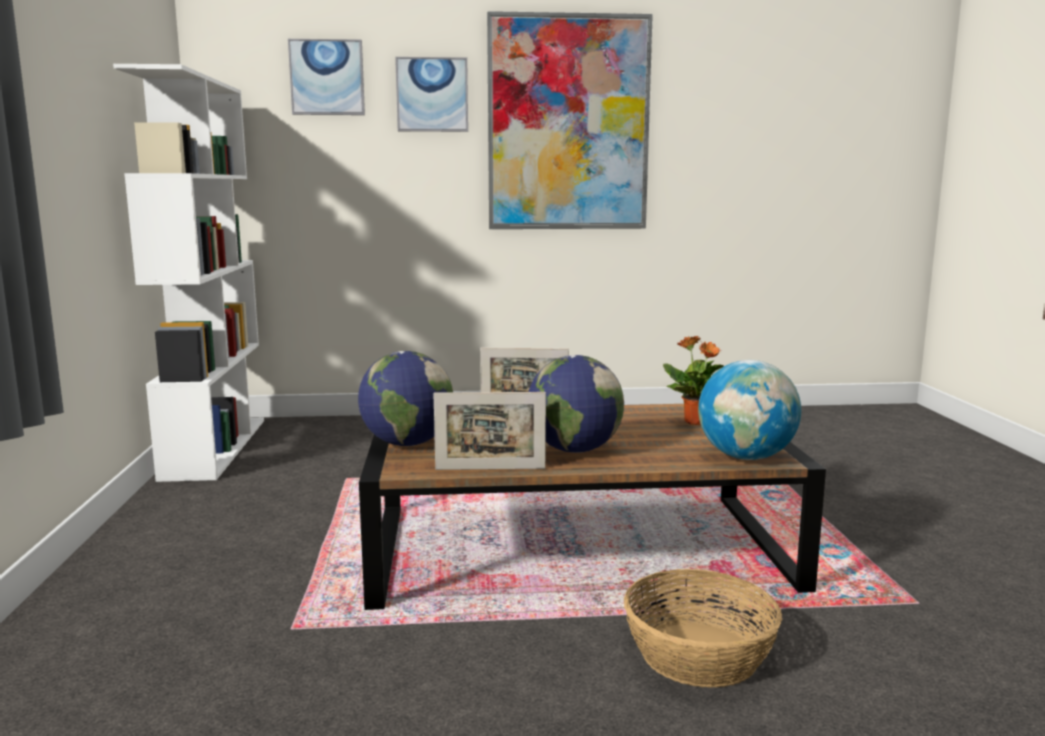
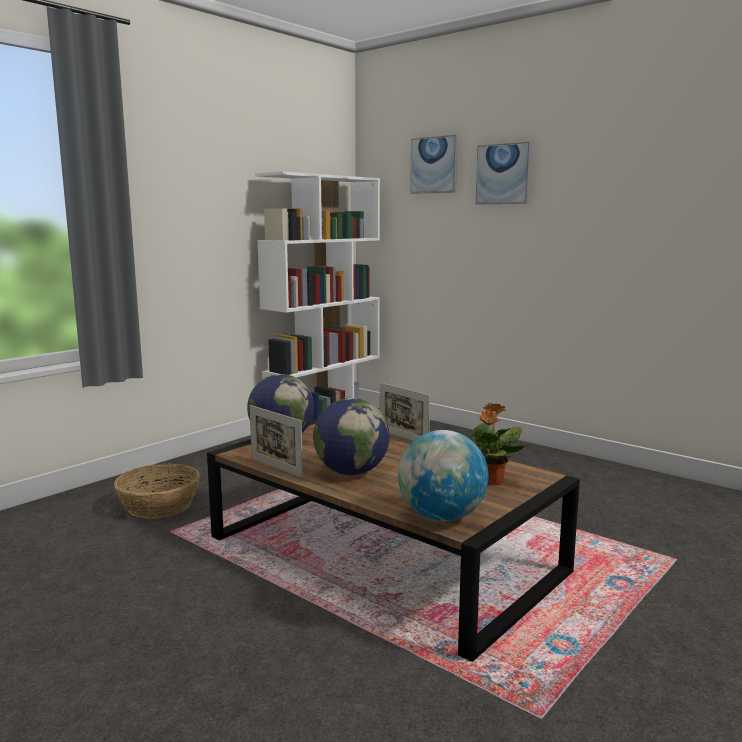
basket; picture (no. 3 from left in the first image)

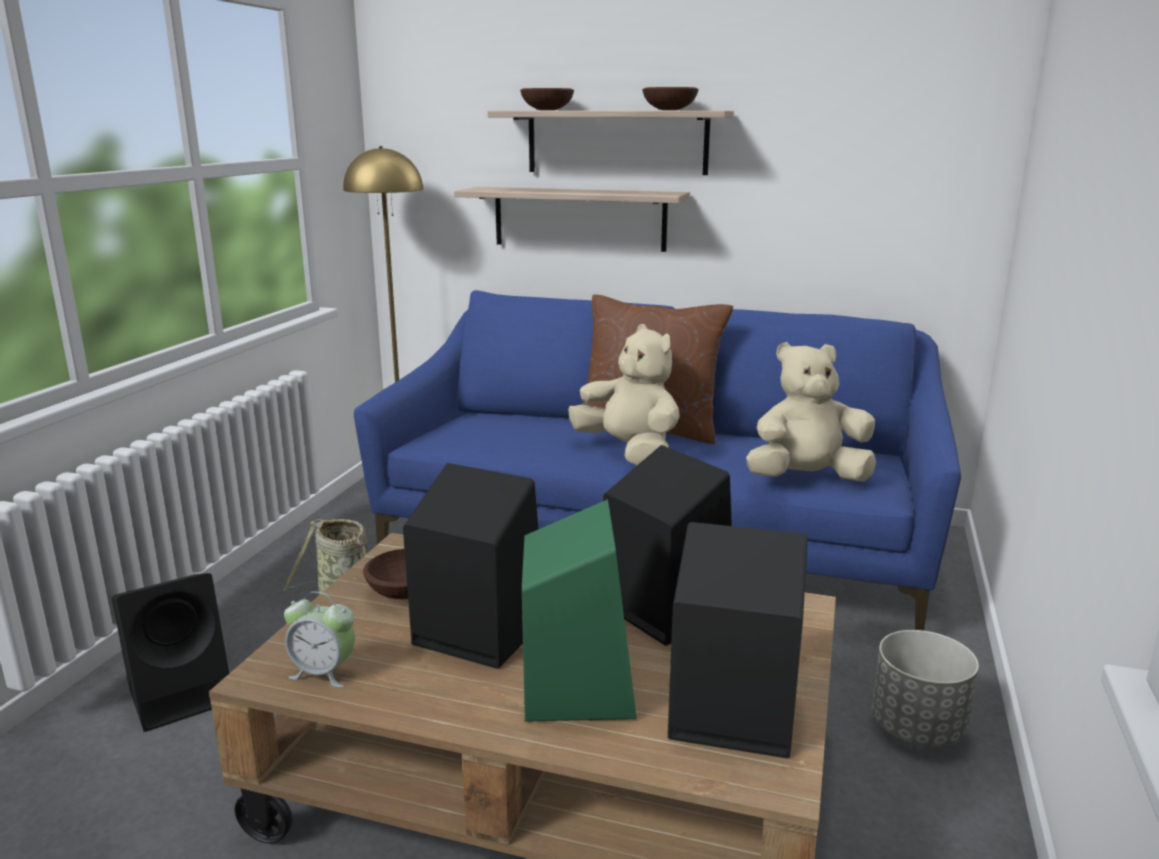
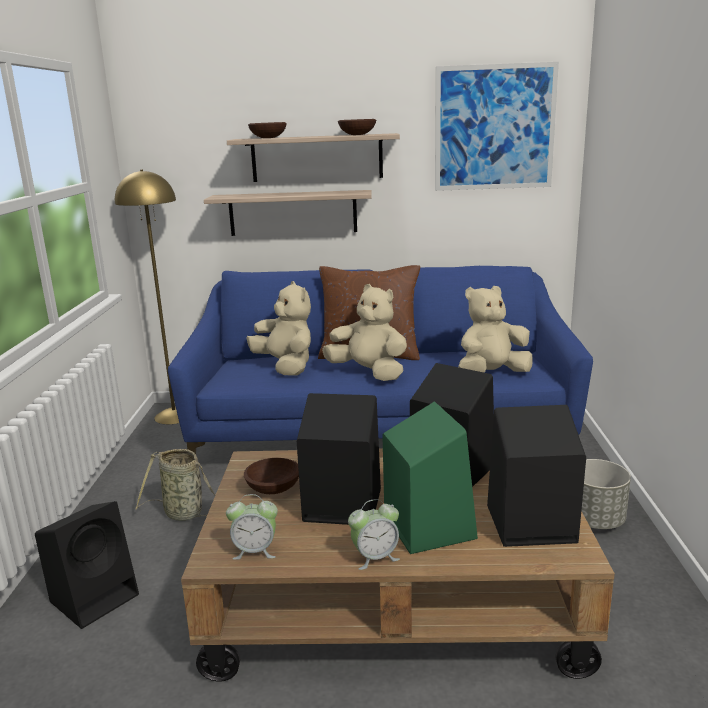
plush toy/beige (no. 1 from left); alarm clock (no. 2 from left); picture

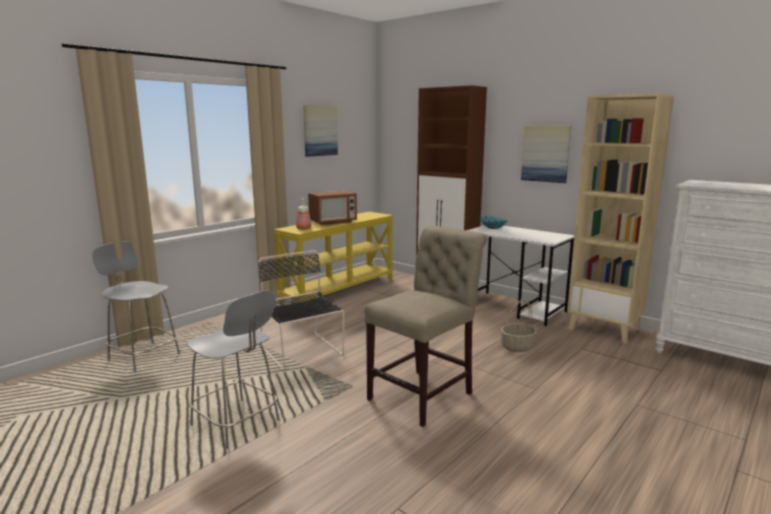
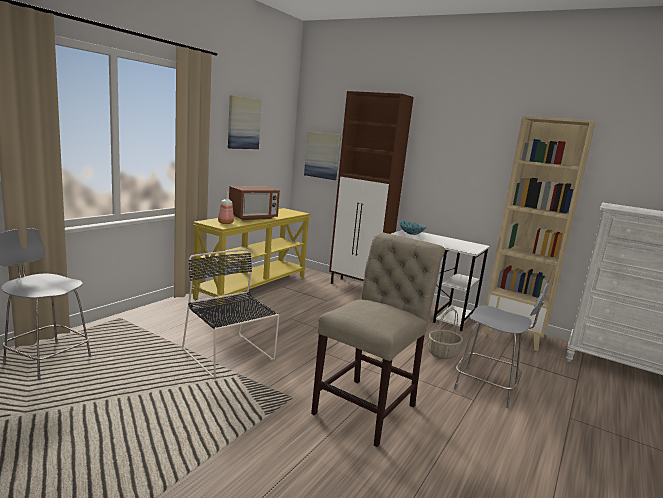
picture (no. 2 from left); stool/grey (no. 2 from left)

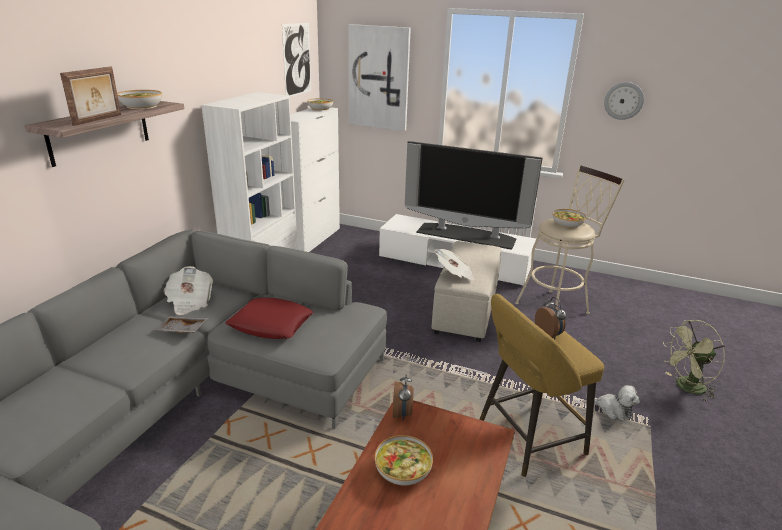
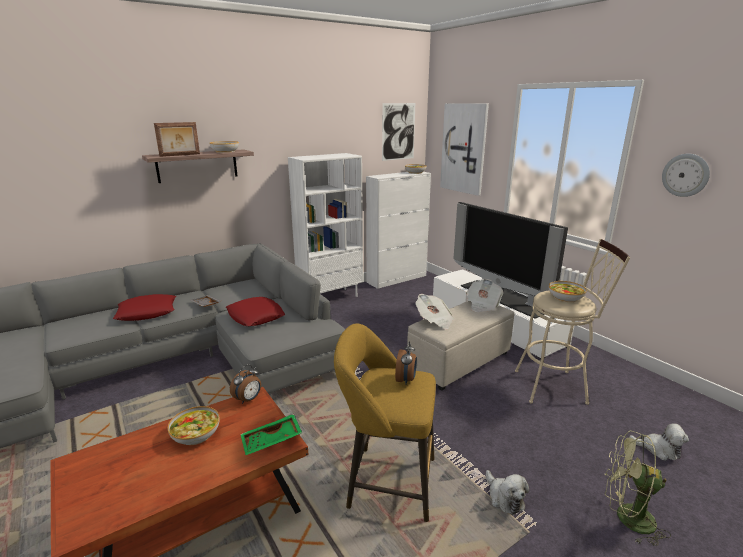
pillow/red (no. 1 from left); tray/green; newspaper (no. 2 from left); plush toy (no. 2 from left)

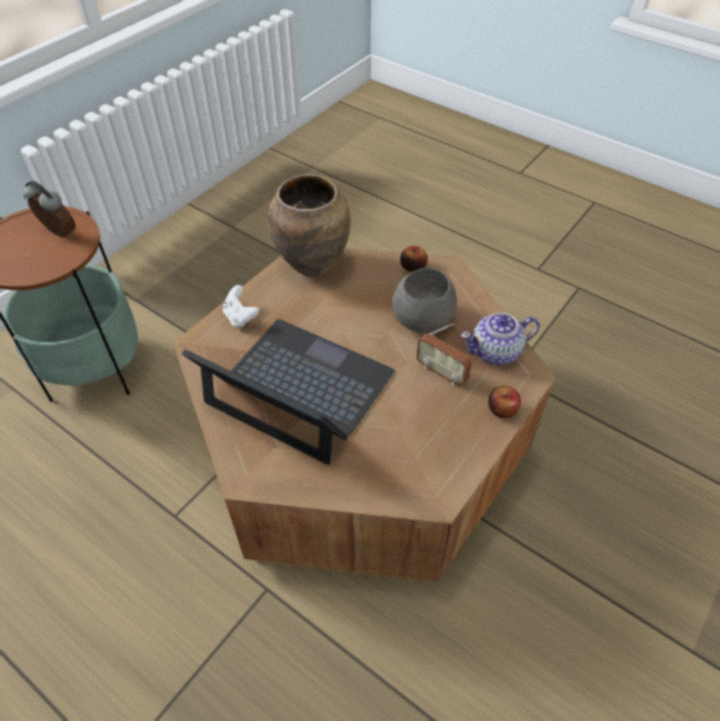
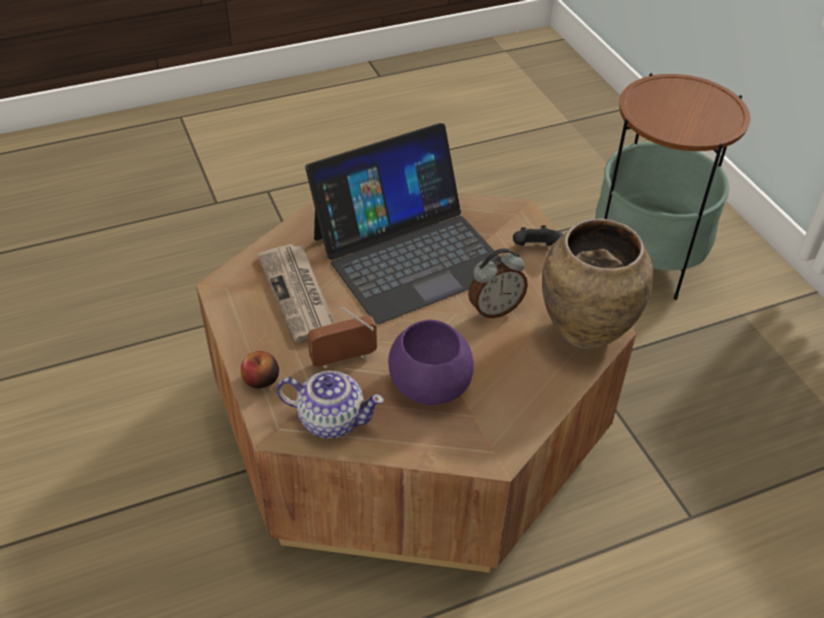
newspaper; teapot; bowl/purple; alarm clock; game controller/black; apple (no. 1 from left in the first image)

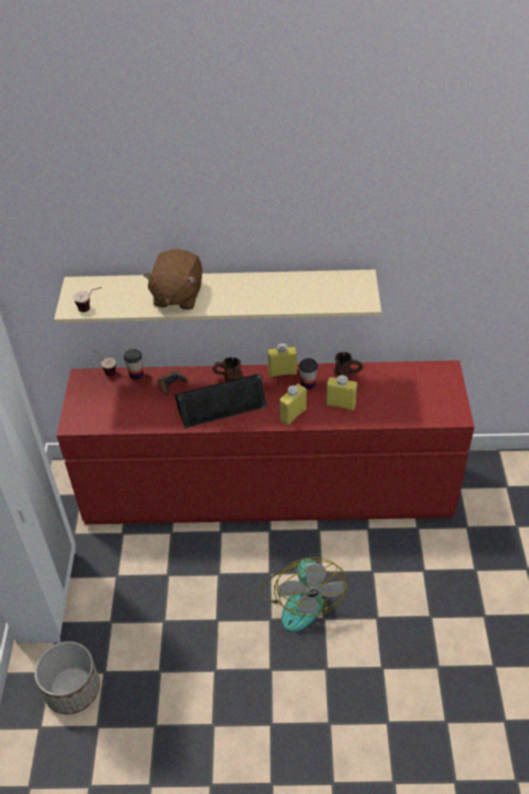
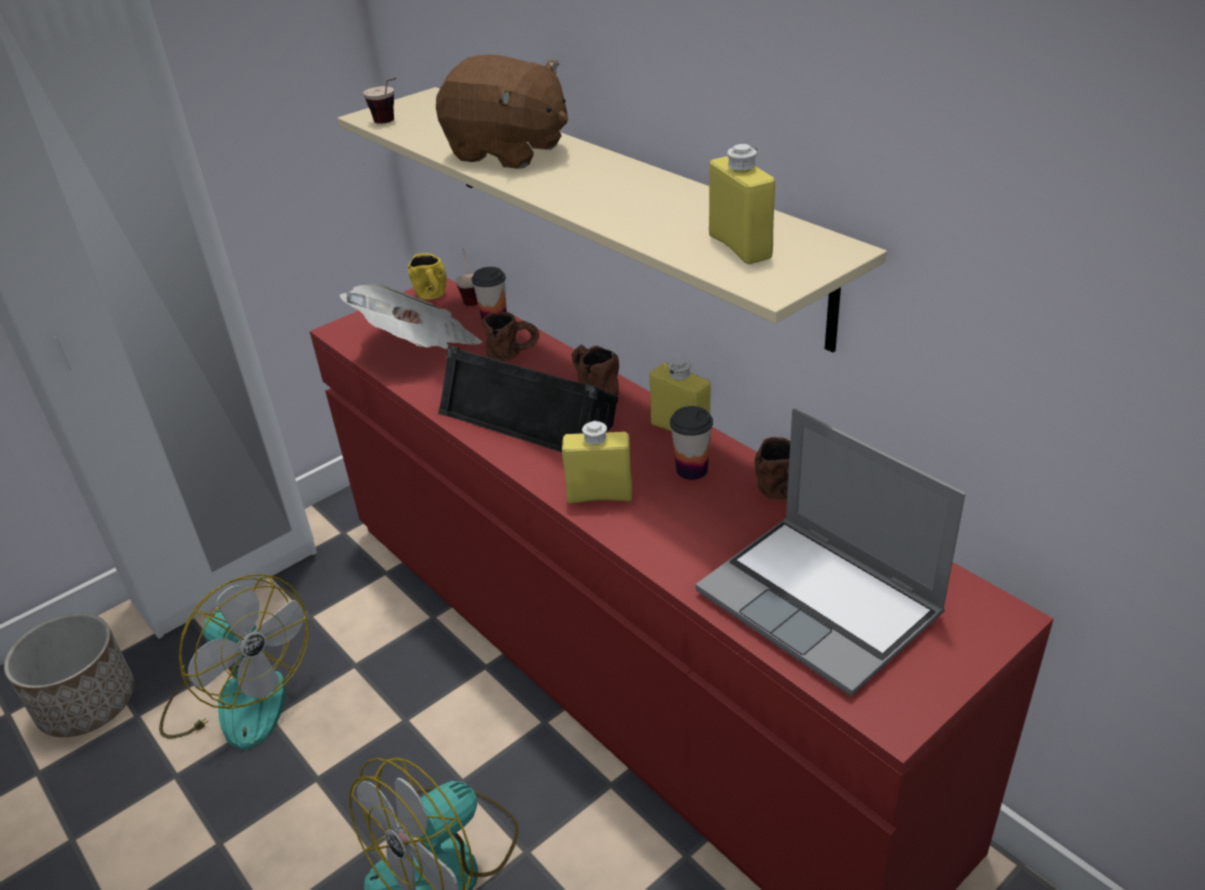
fan (no. 1 from left); newspaper; mug/yellow; plush toy/brown; mug/brown (no. 1 from left); laptop; bottle/yellow (no. 3 from left)

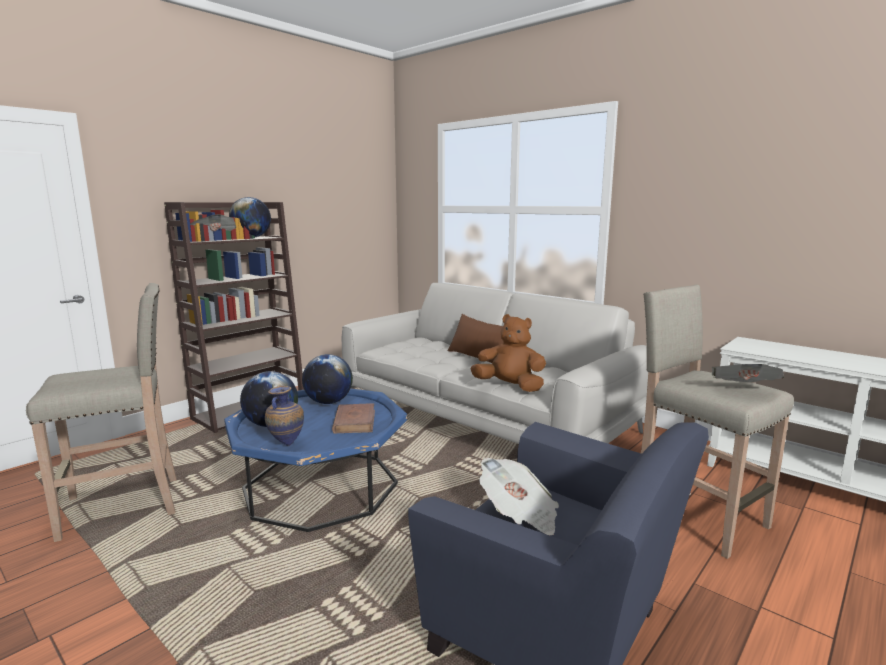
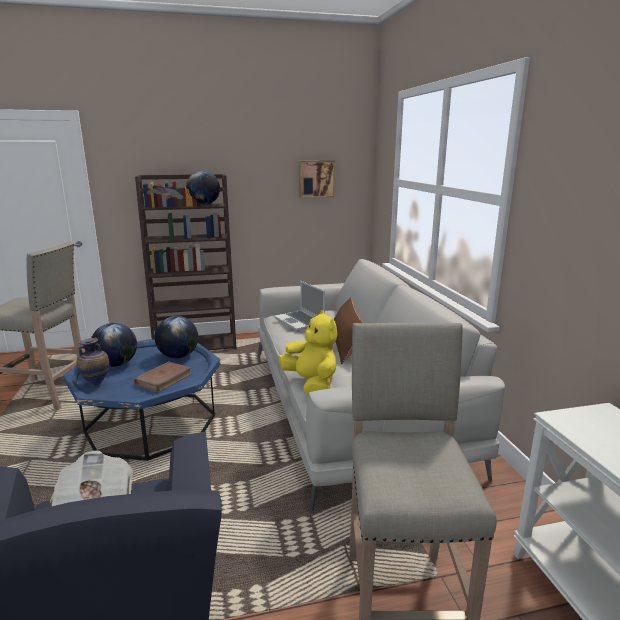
laptop; plush toy/yellow; picture; newspaper (no. 3 from left in the first image)

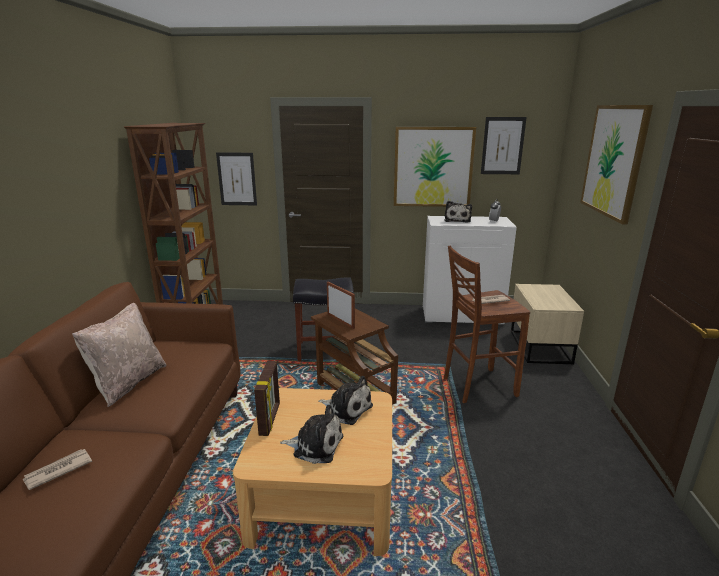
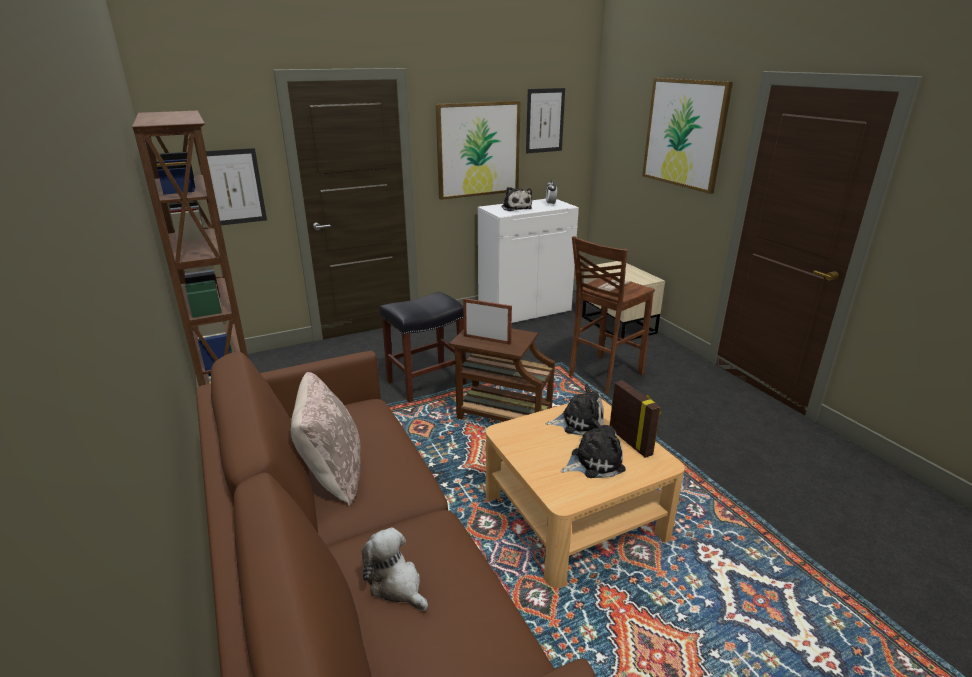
plush toy (no. 1 from left); picture frame (no. 2 from left)

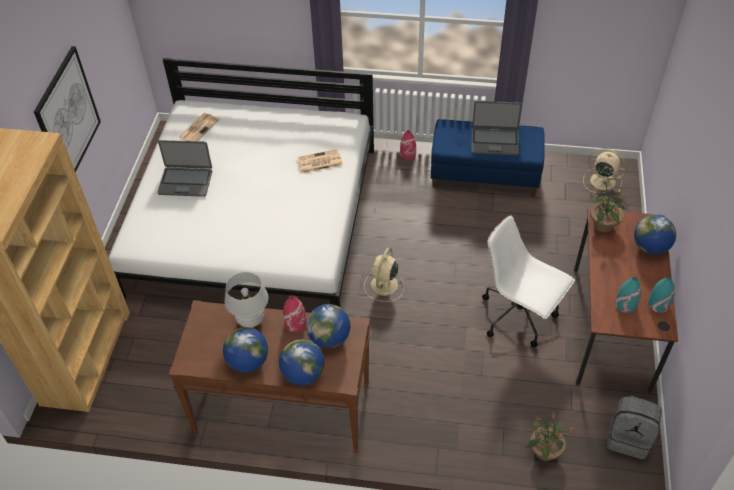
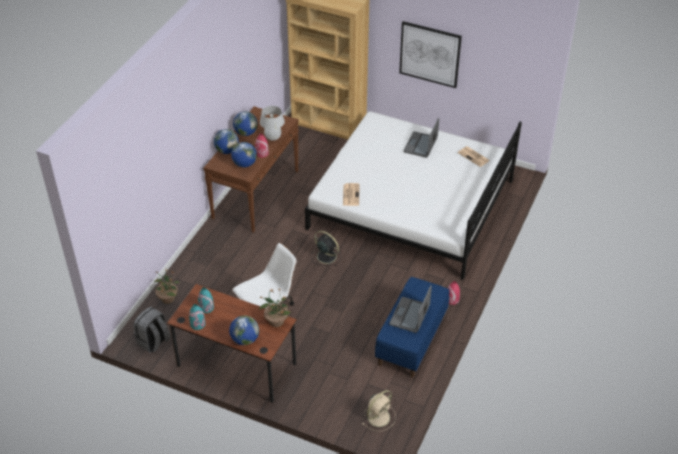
fan/black; newspaper (no. 1 from left)

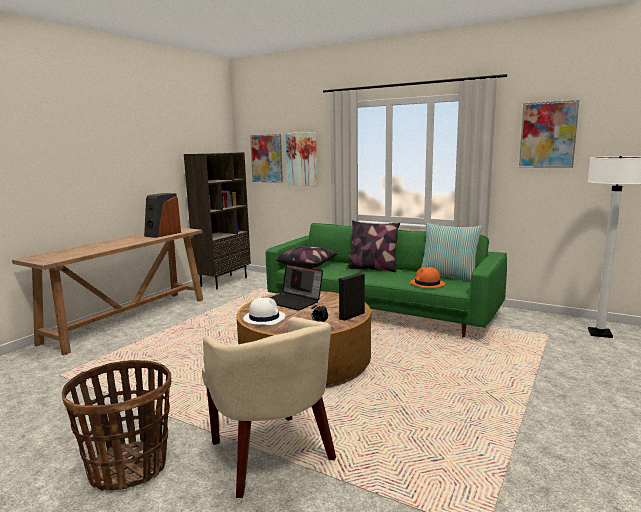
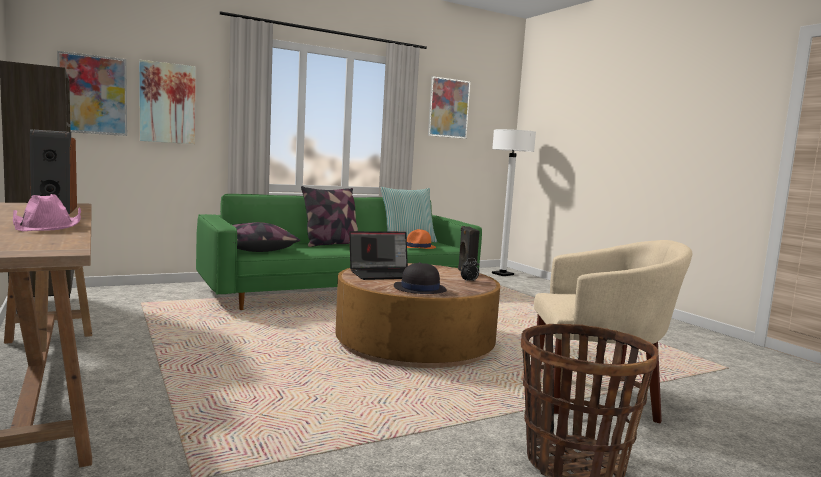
hat/pink; hat/black

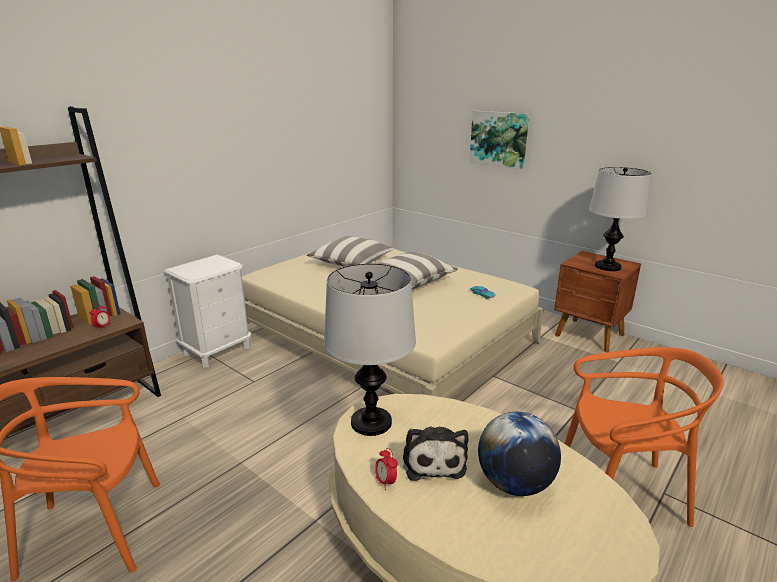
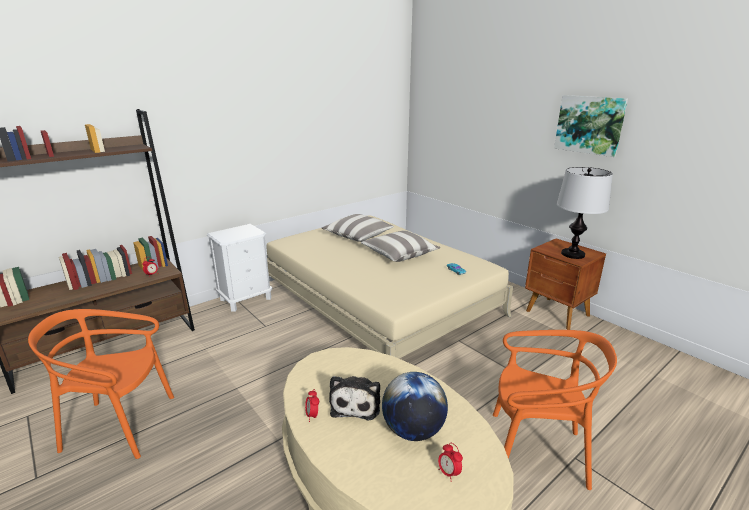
alarm clock (no. 3 from left); picture; table lamp (no. 1 from left in the first image)

